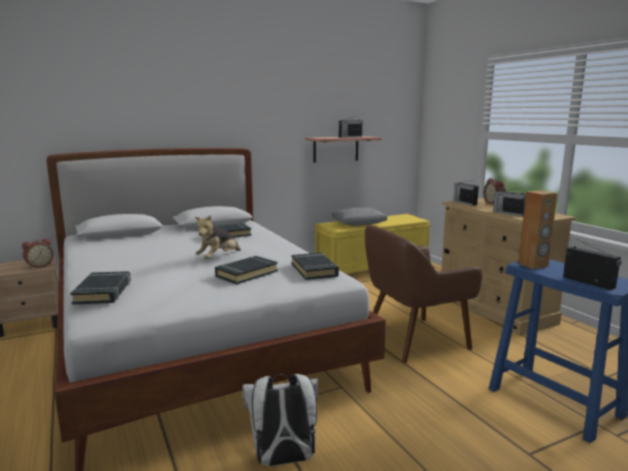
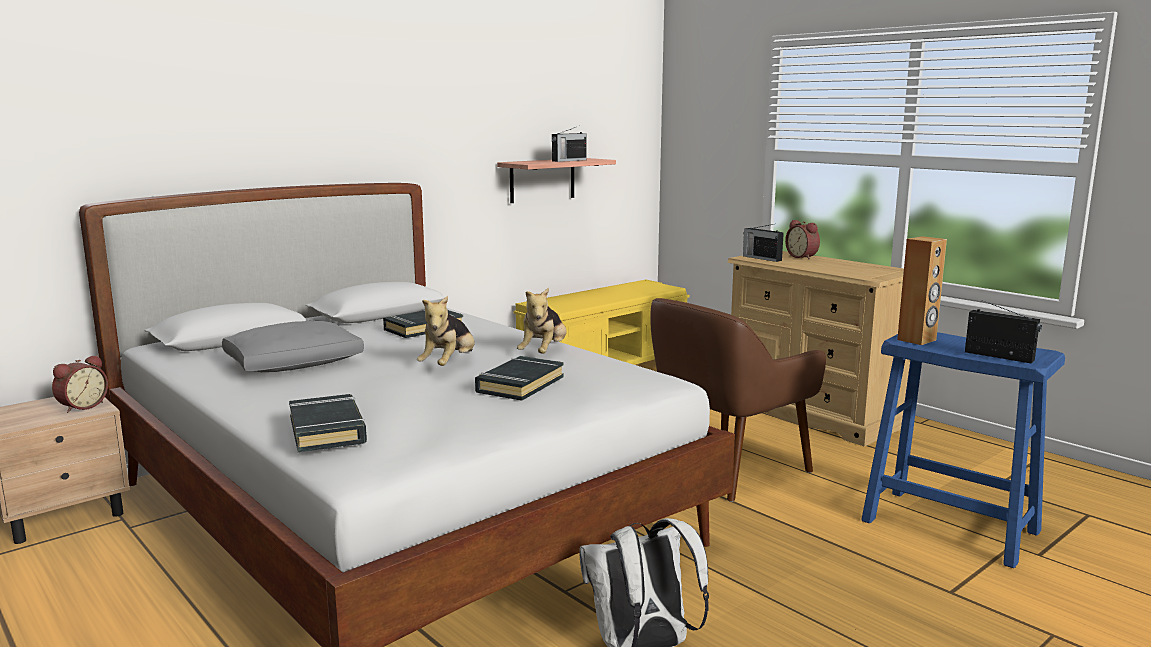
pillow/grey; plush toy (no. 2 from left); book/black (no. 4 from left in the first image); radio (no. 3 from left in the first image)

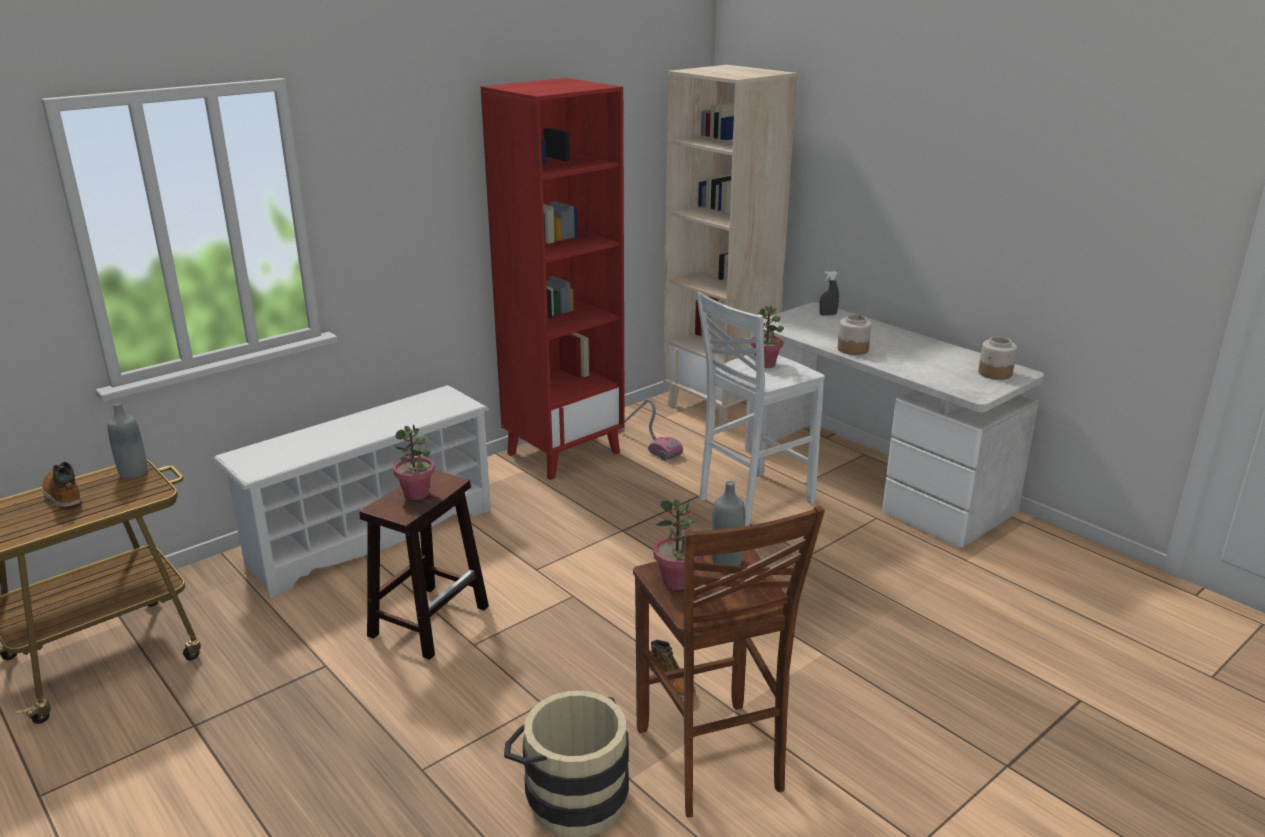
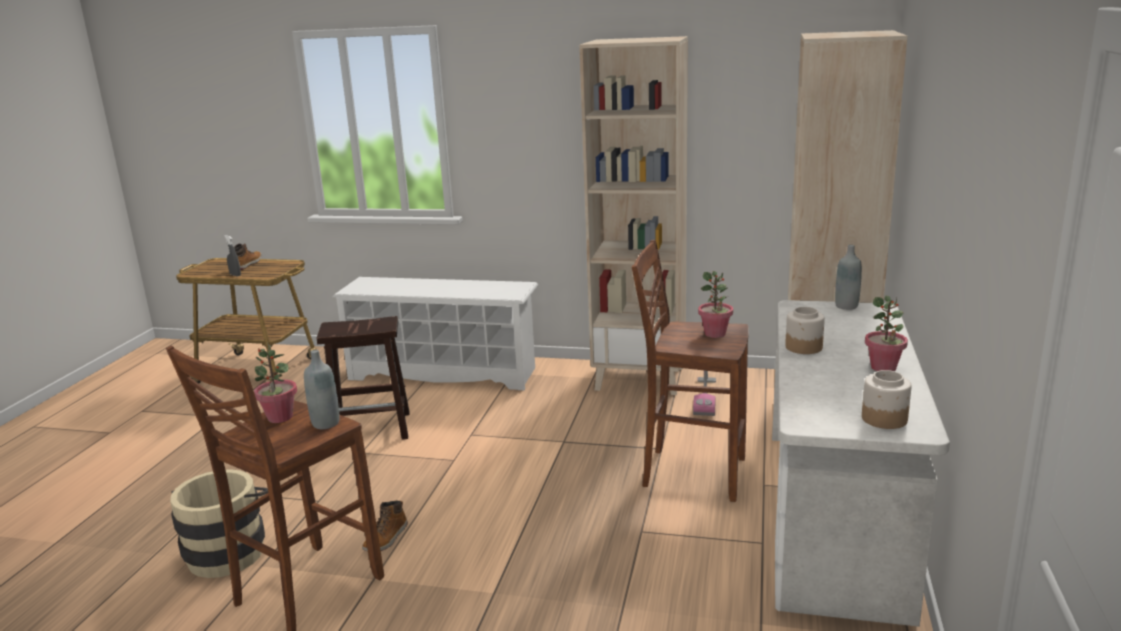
spray bottle/grey; bookcase/beige (no. 1 from left); stool/brown (no. 3 from left); bottle/grey (no. 2 from left); potted plant (no. 3 from left)

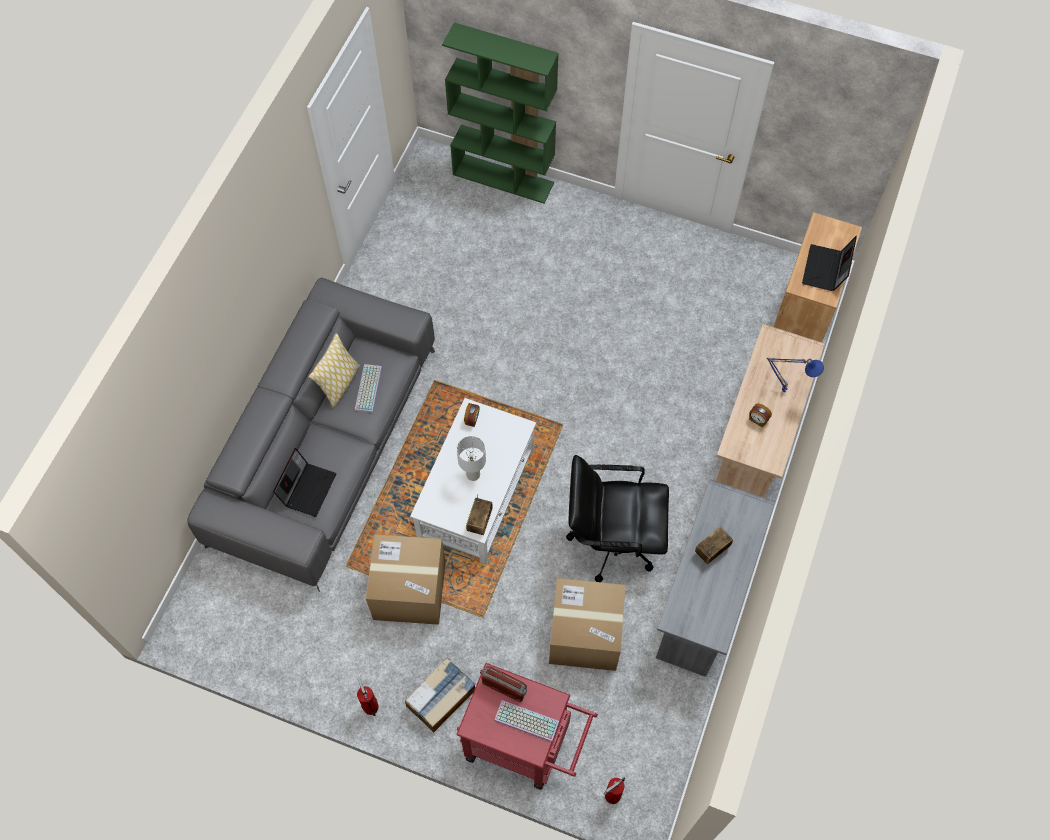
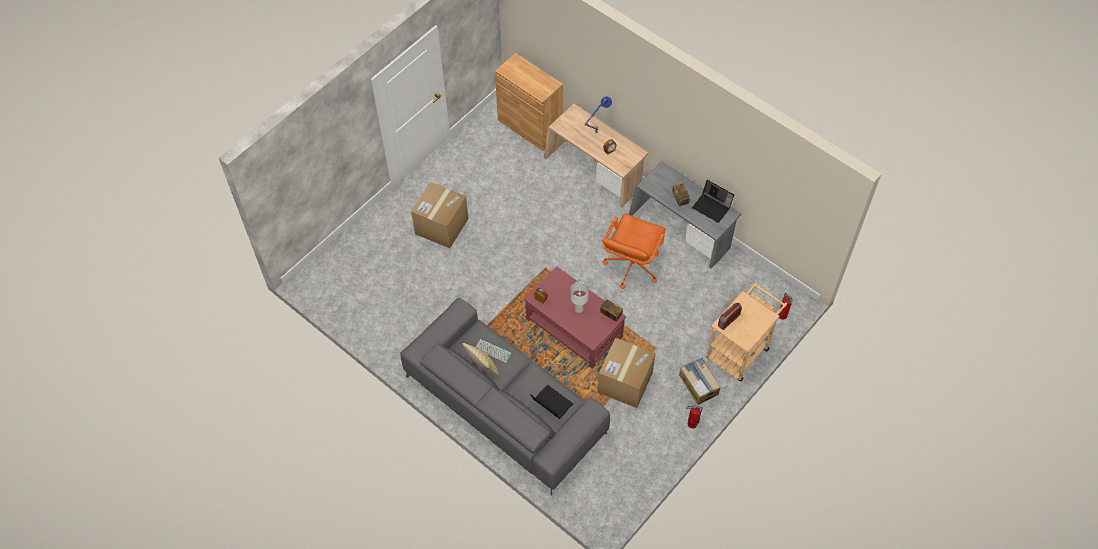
cardboard box (no. 1 from left); coffee table/red; office chair/orange; laptop (no. 2 from left); cart/beige; bookcase/green; keyboard (no. 2 from left in the first image)

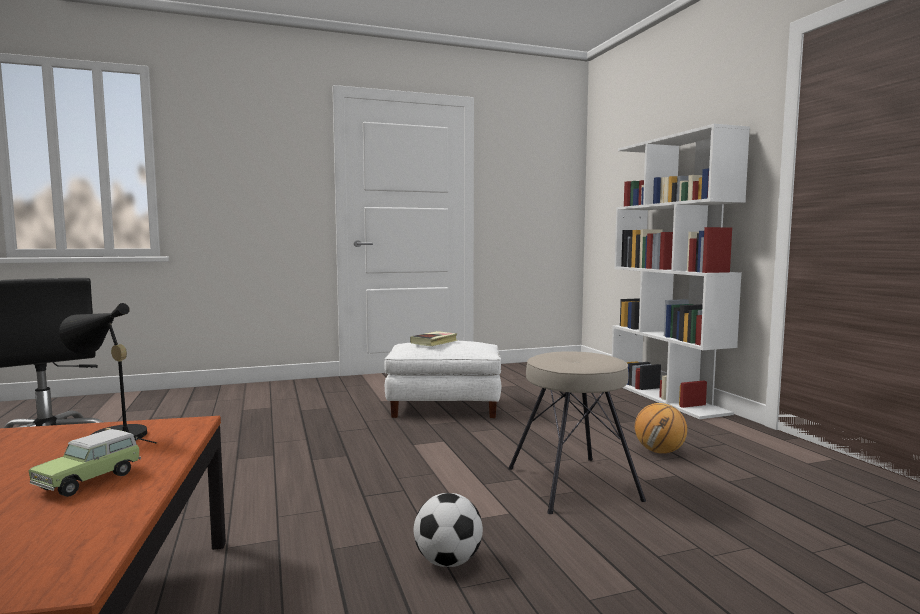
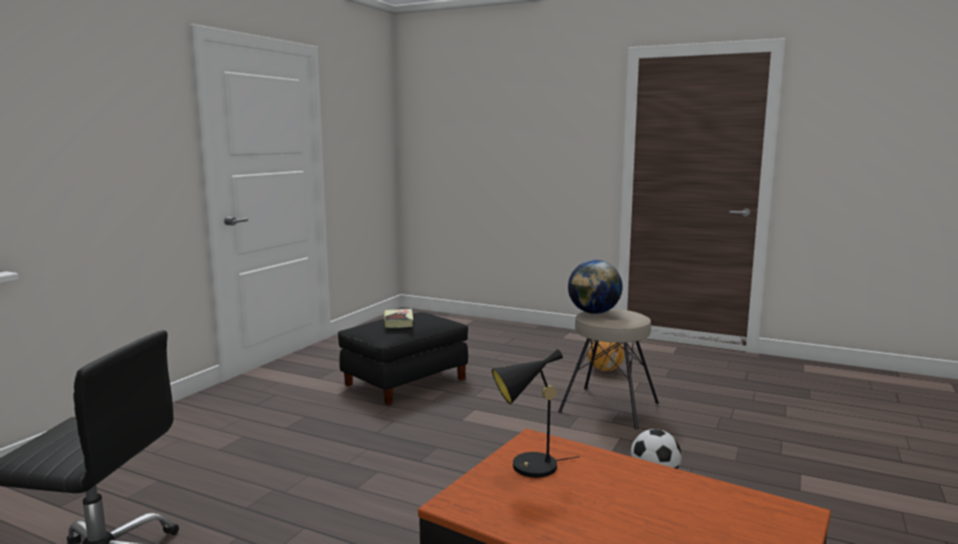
ottoman/black; globe; toy car; bookcase/white

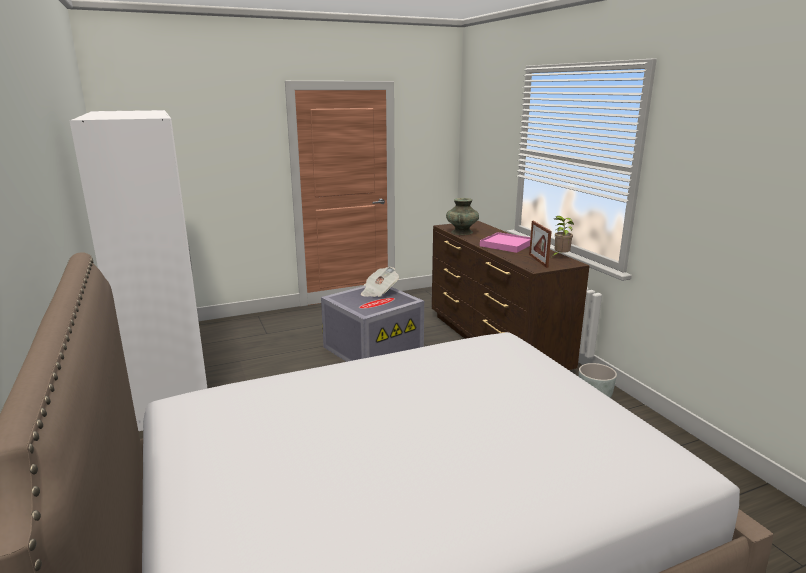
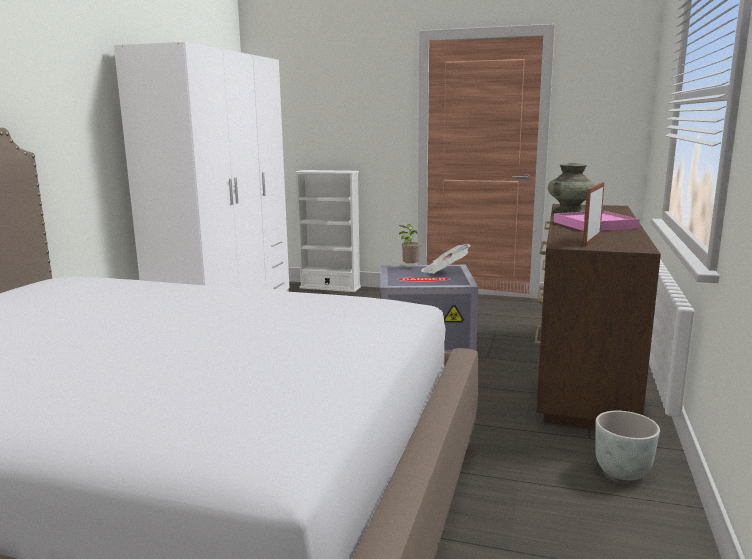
bookcase/white; potted plant

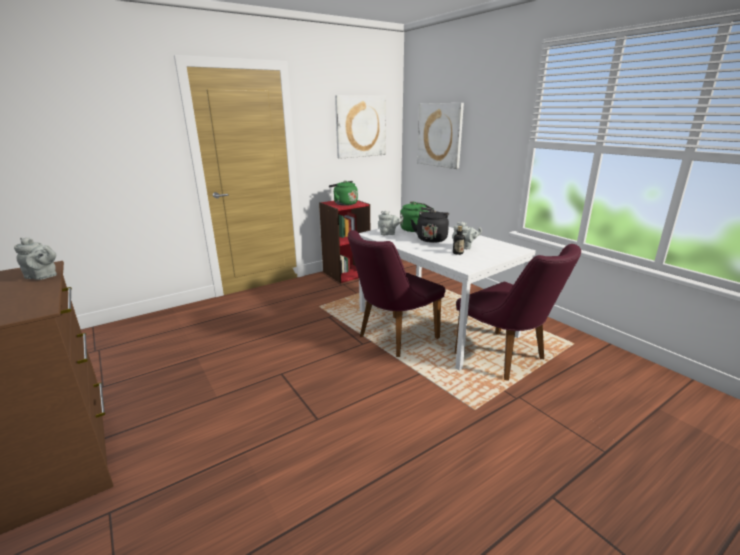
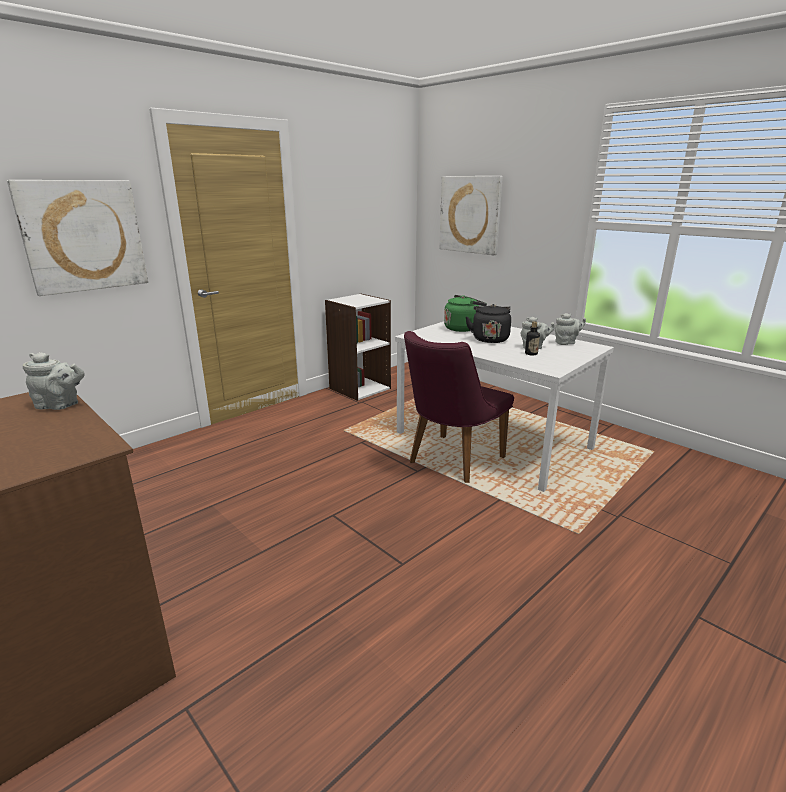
picture (no. 1 from left); bookcase/white; teapot/grey (no. 3 from left); kettle/green (no. 1 from left in the first image); chair/purple (no. 2 from left in the first image)

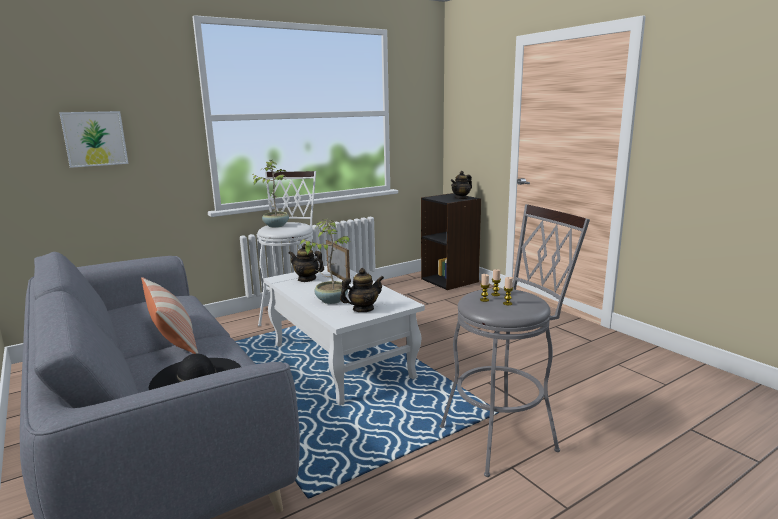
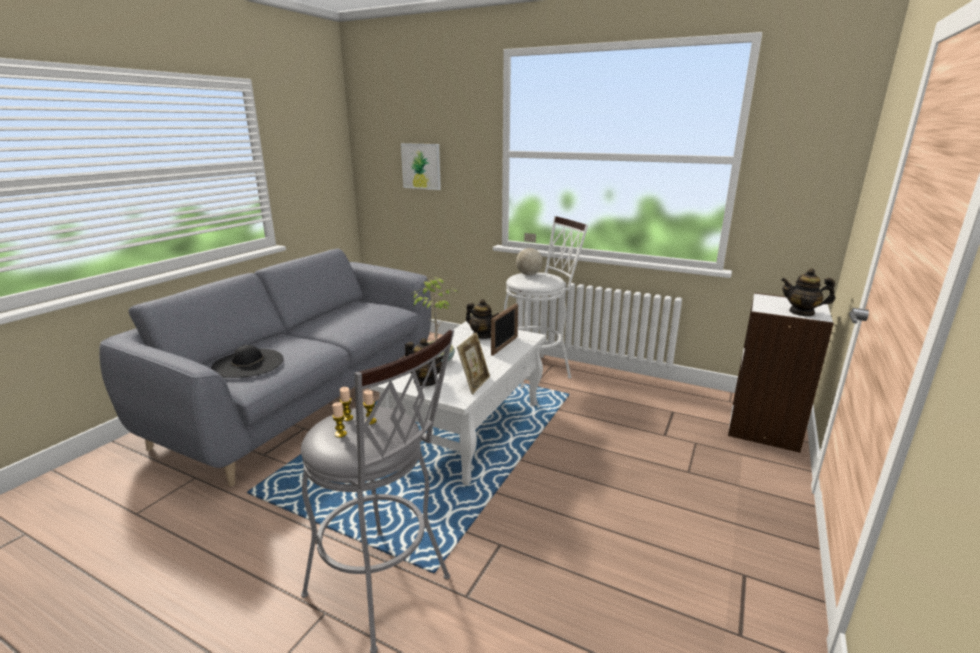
picture frame (no. 1 from left); teapot (no. 2 from left); globe; bookcase/white; pillow

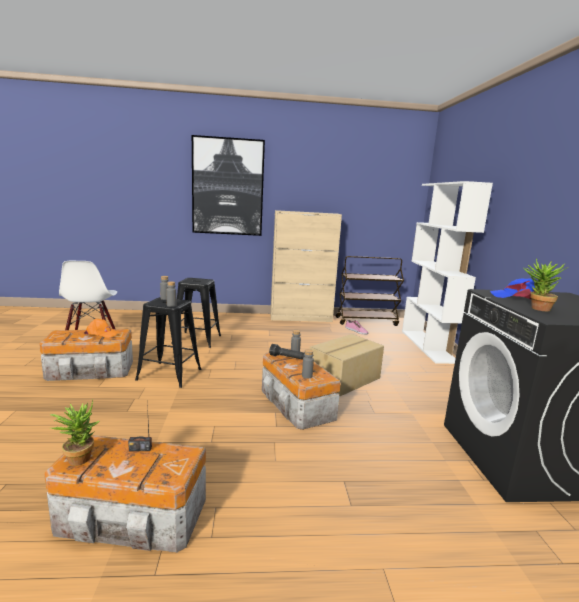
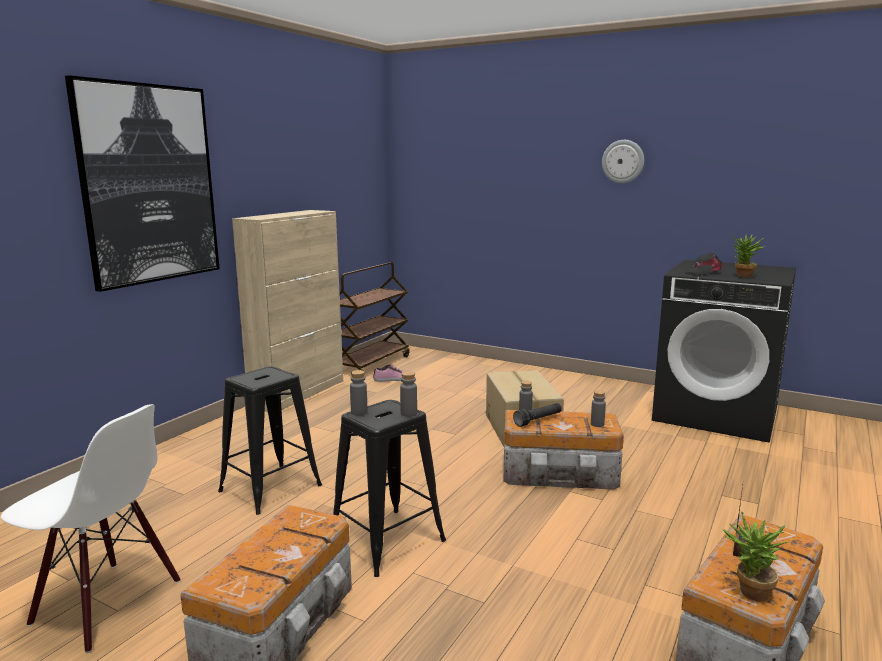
wall clock; cap/black; cap/orange; bookcase/white

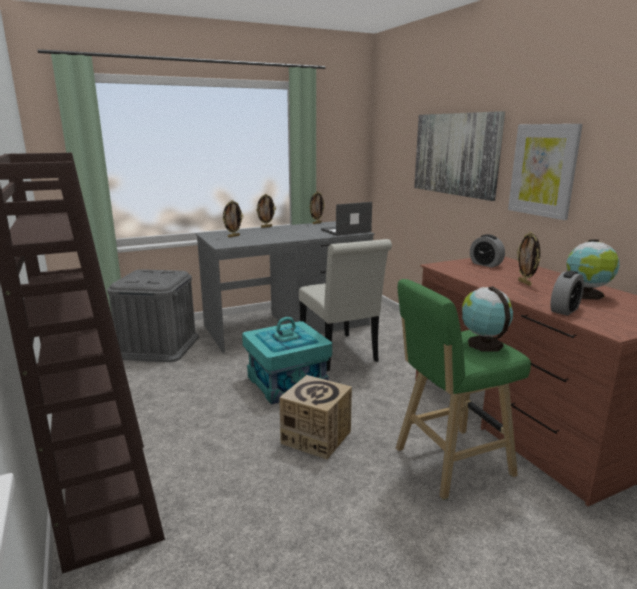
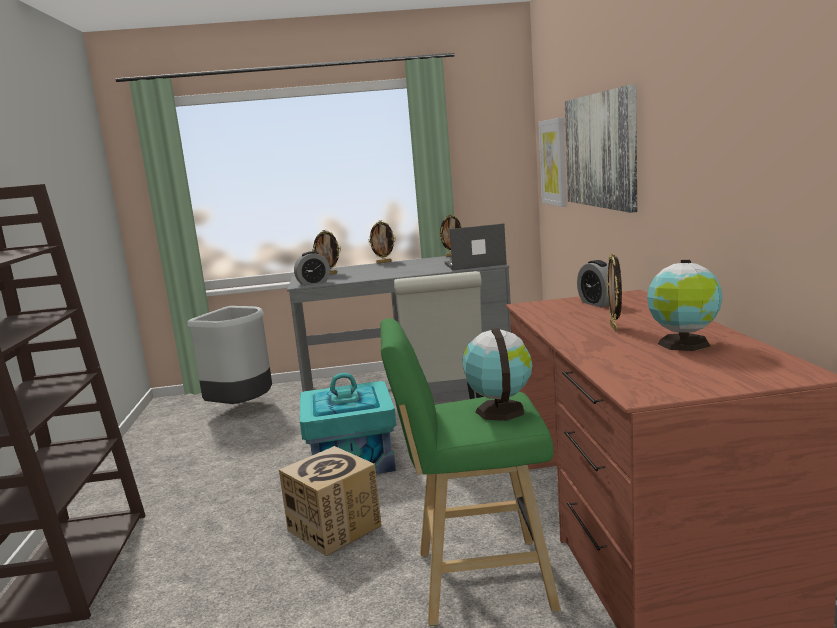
trash can/grey; alarm clock (no. 1 from left); picture (no. 1 from left)

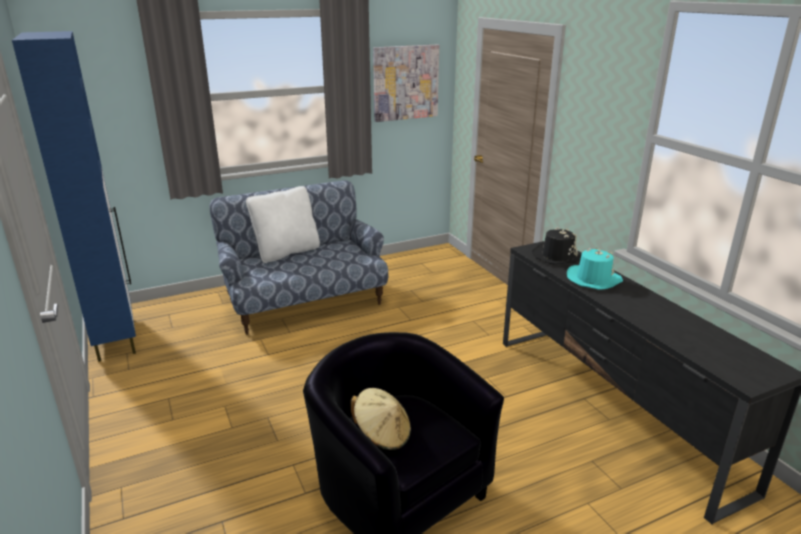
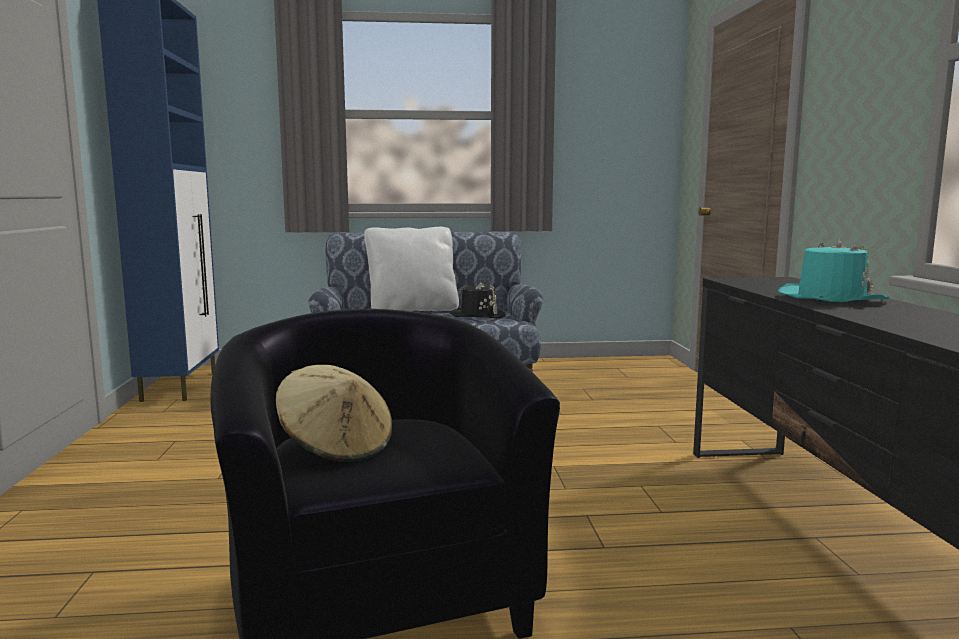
hat/black; picture

